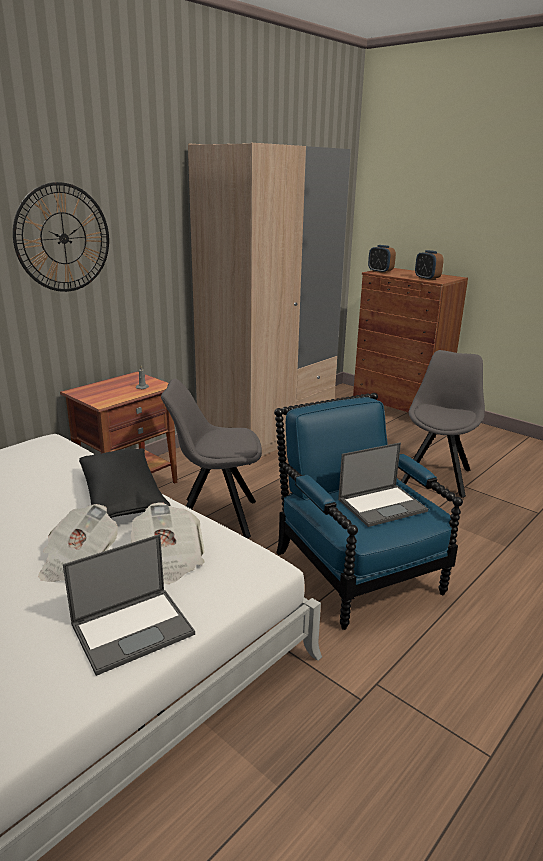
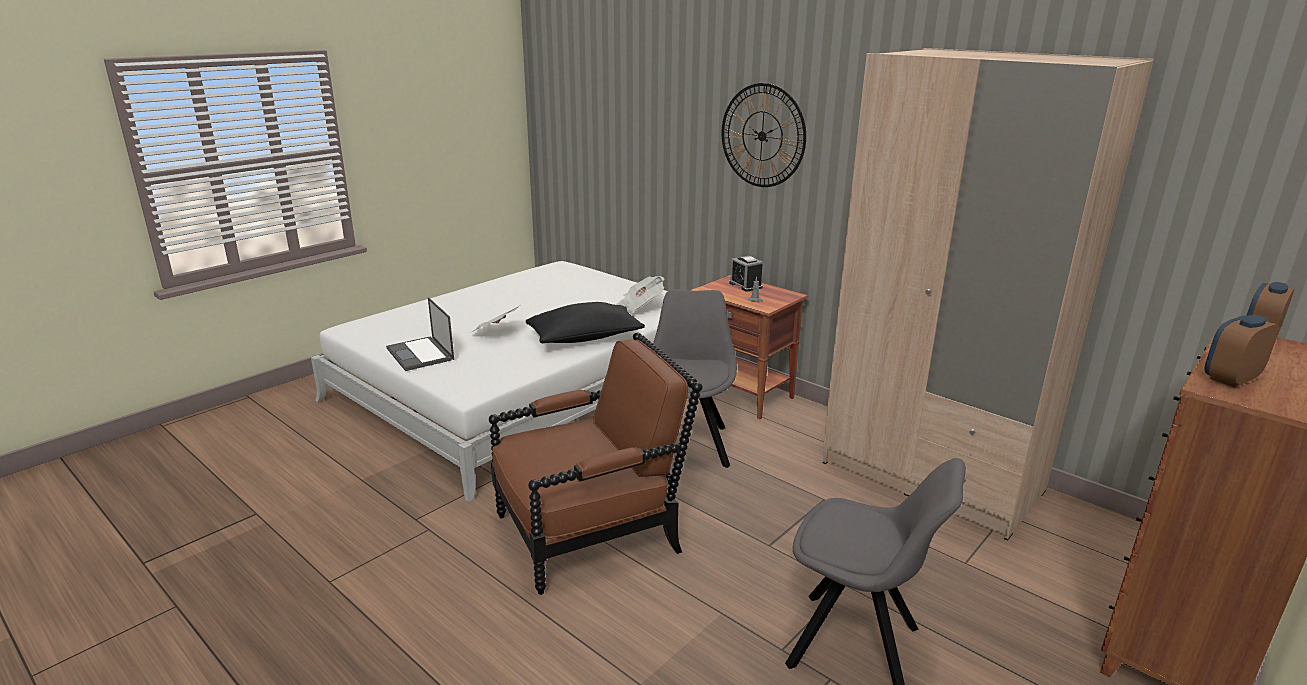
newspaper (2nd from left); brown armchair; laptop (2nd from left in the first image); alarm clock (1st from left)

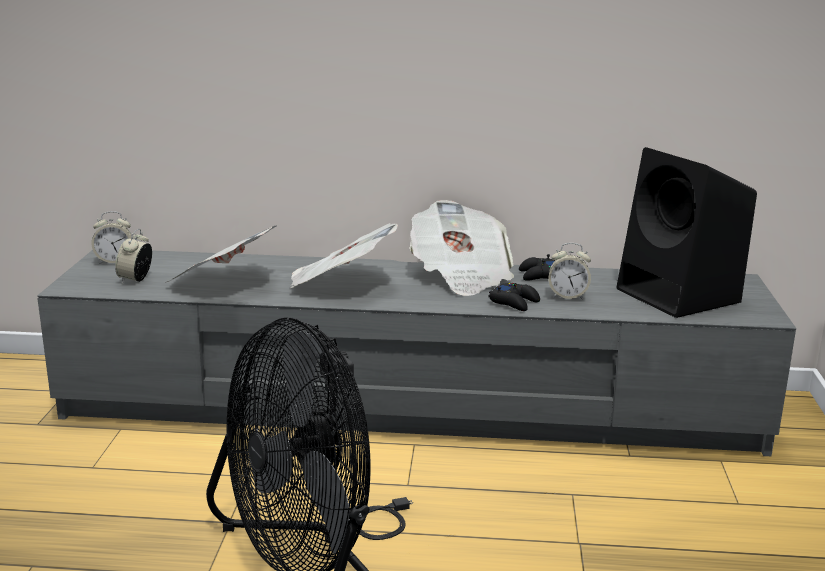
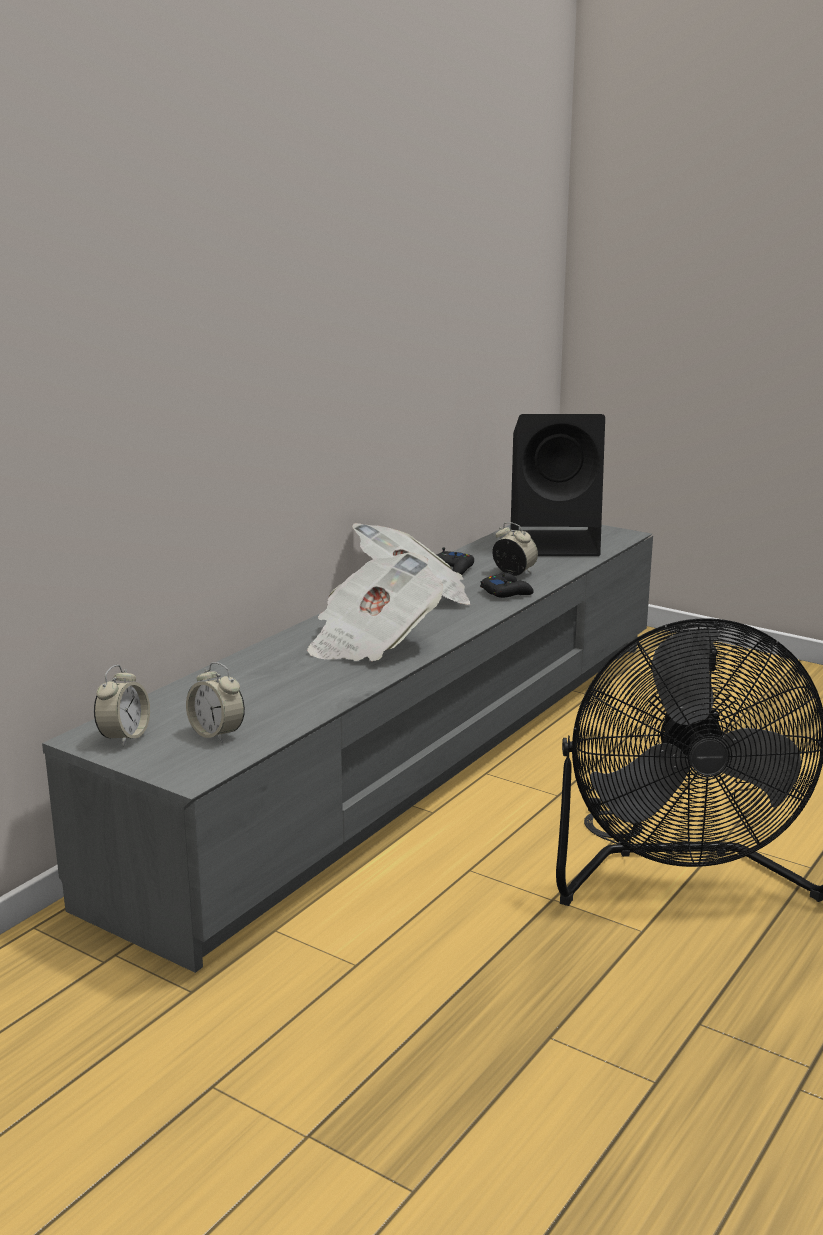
newspaper (1st from left in the first image); alarm clock (3rd from left)

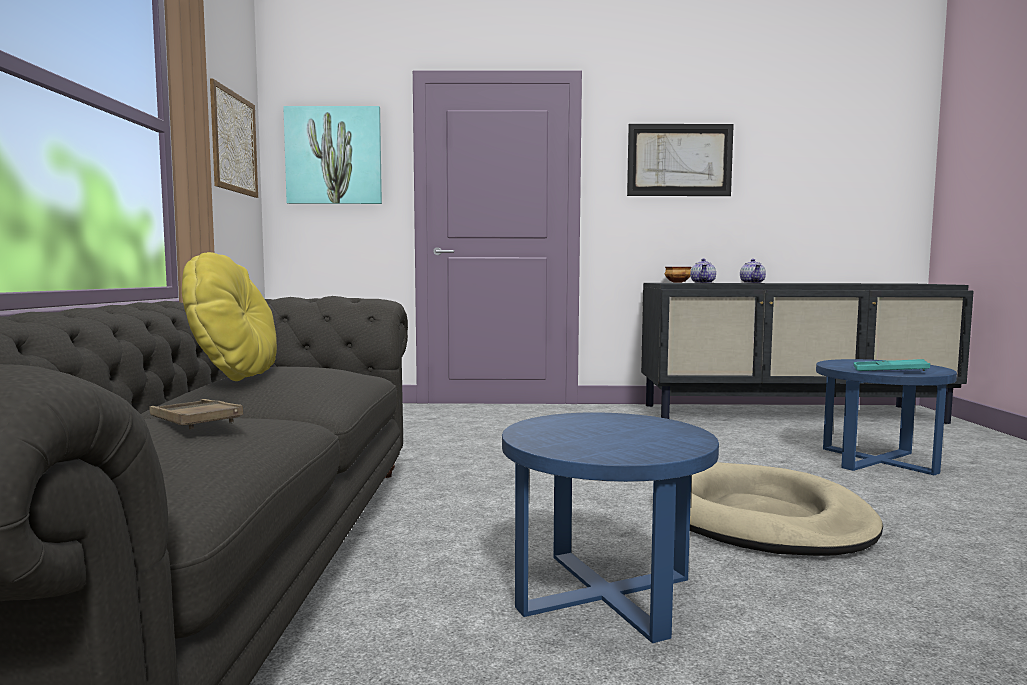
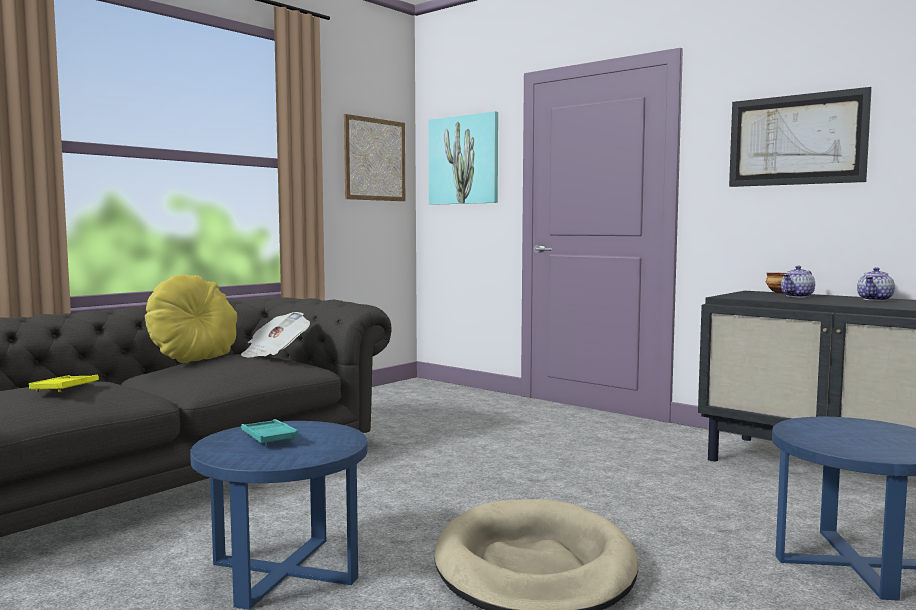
yellow tray; turquoise tray; newspaper

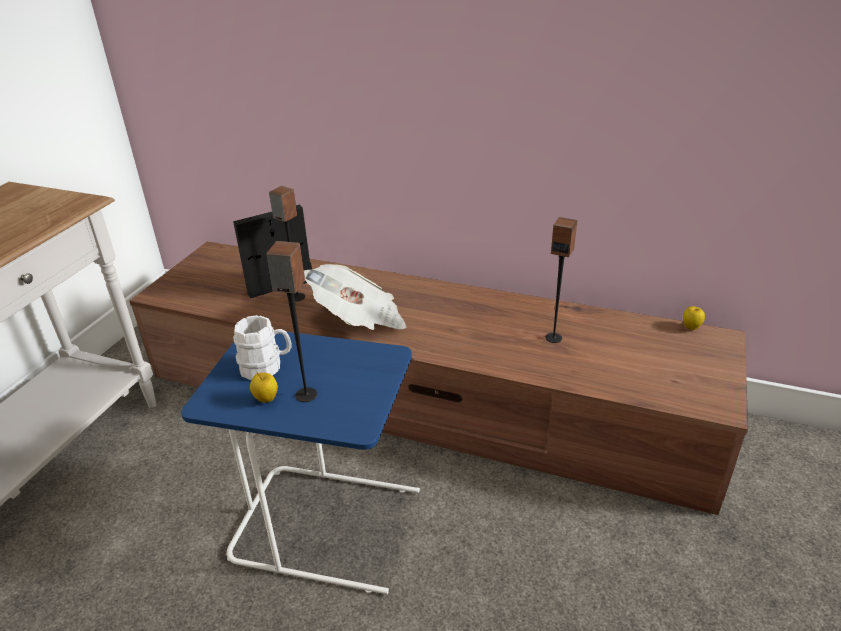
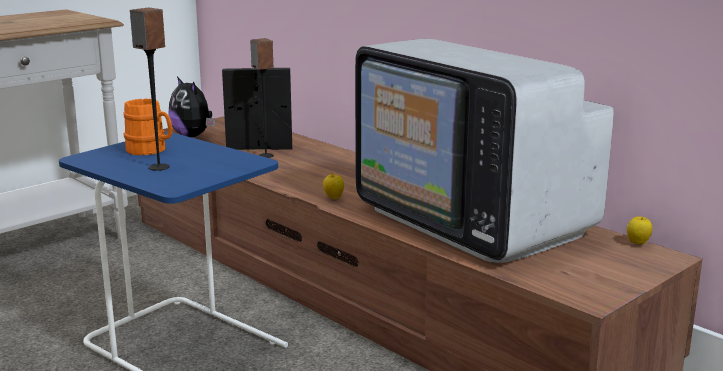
orange mug; apple (1st from left); newspaper; television; plush toy

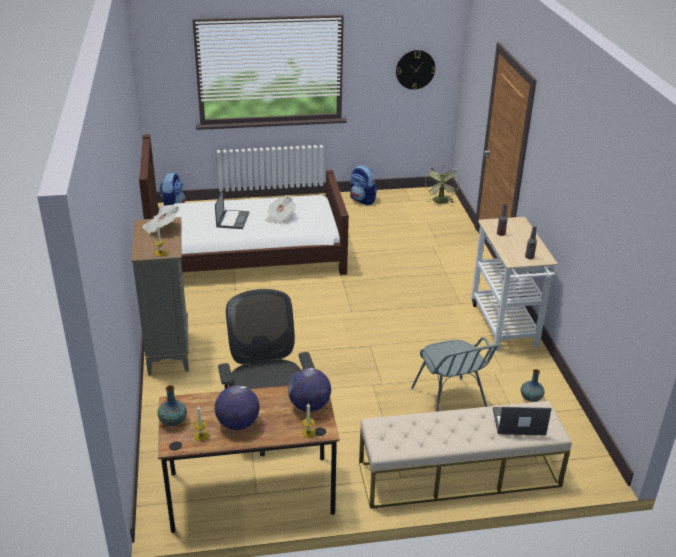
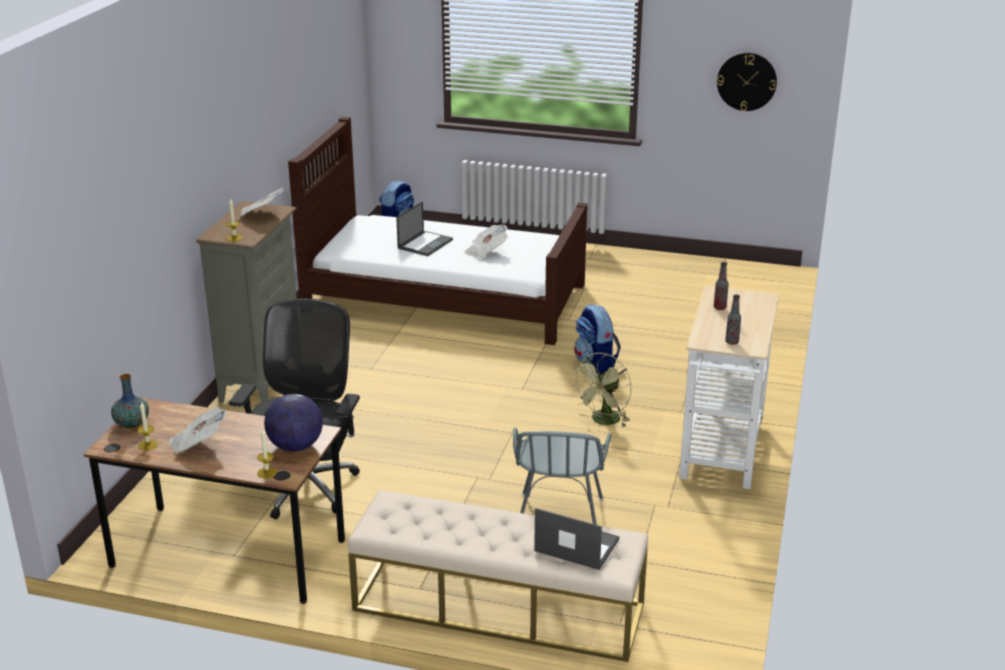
newspaper (1st from left); backpack (2nd from left); green fan; vase (2nd from left in the first image)

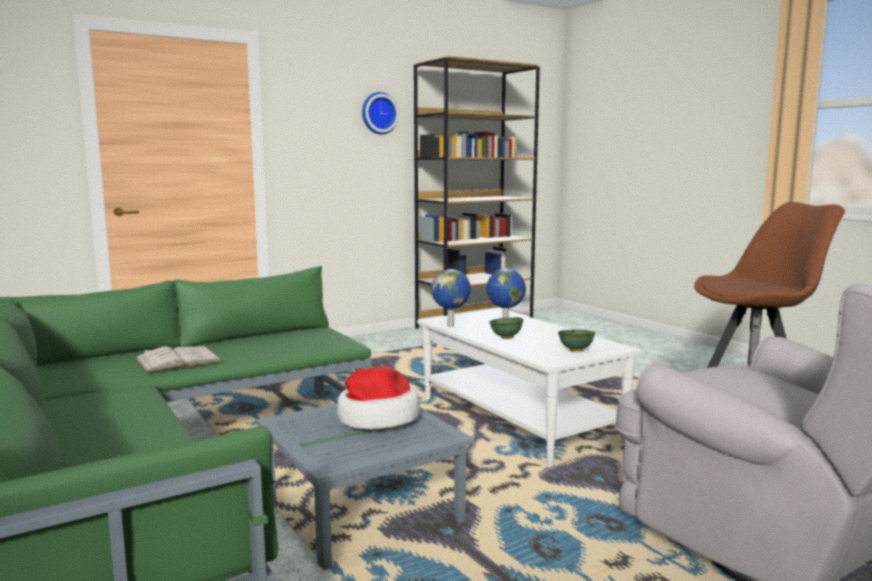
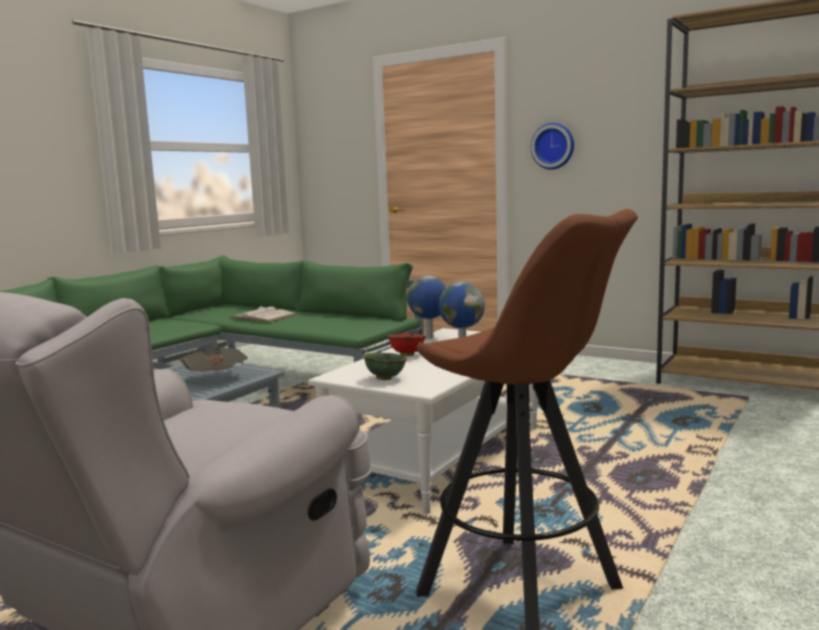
newspaper; wall clock; red bowl

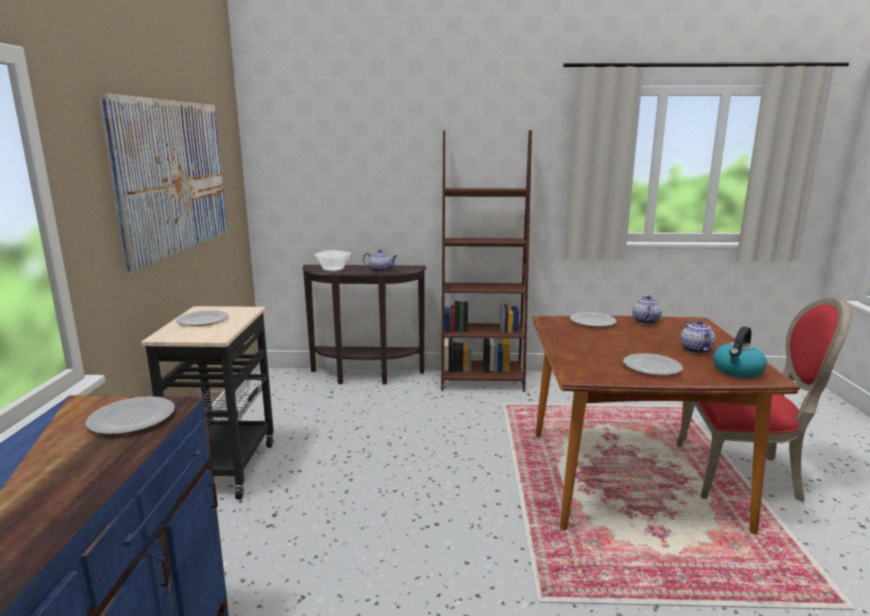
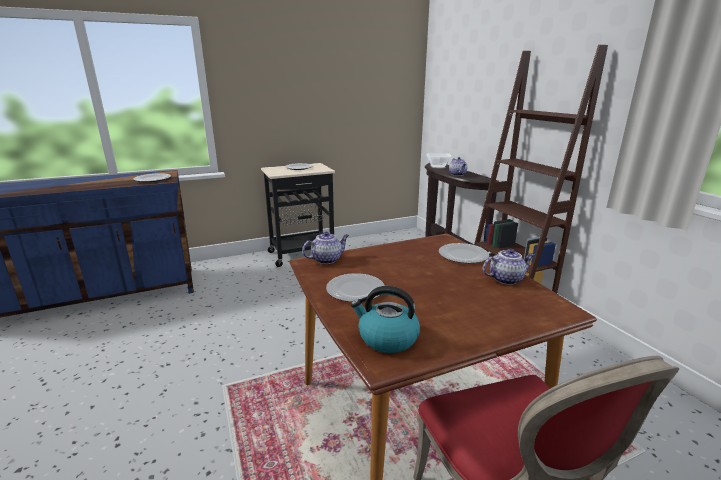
picture; teapot (1st from left)

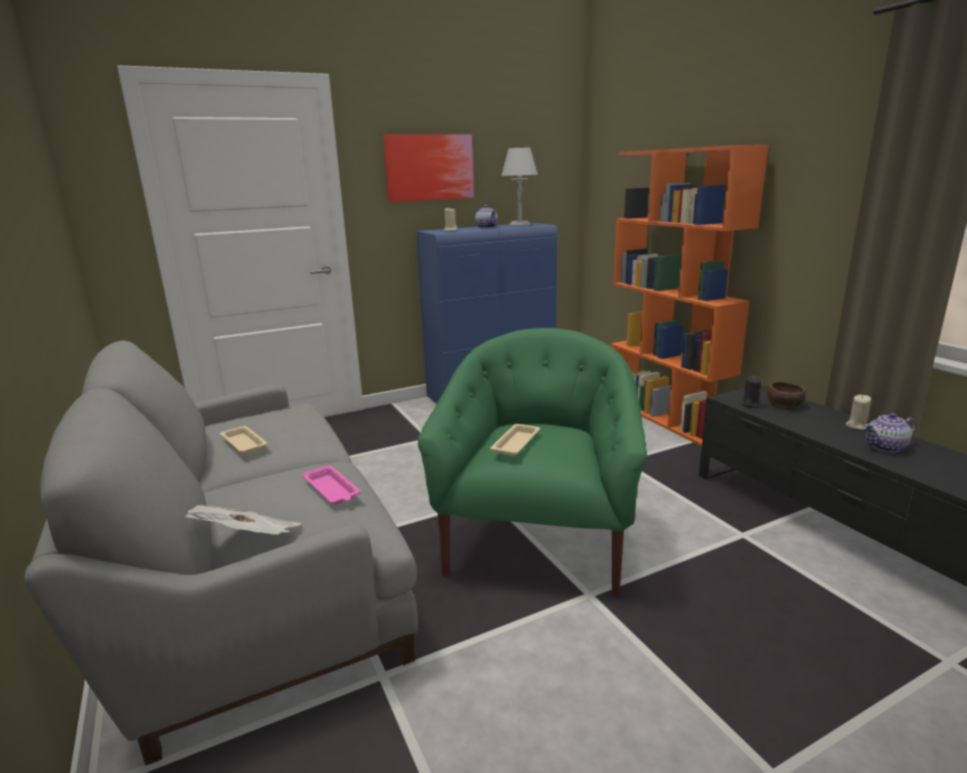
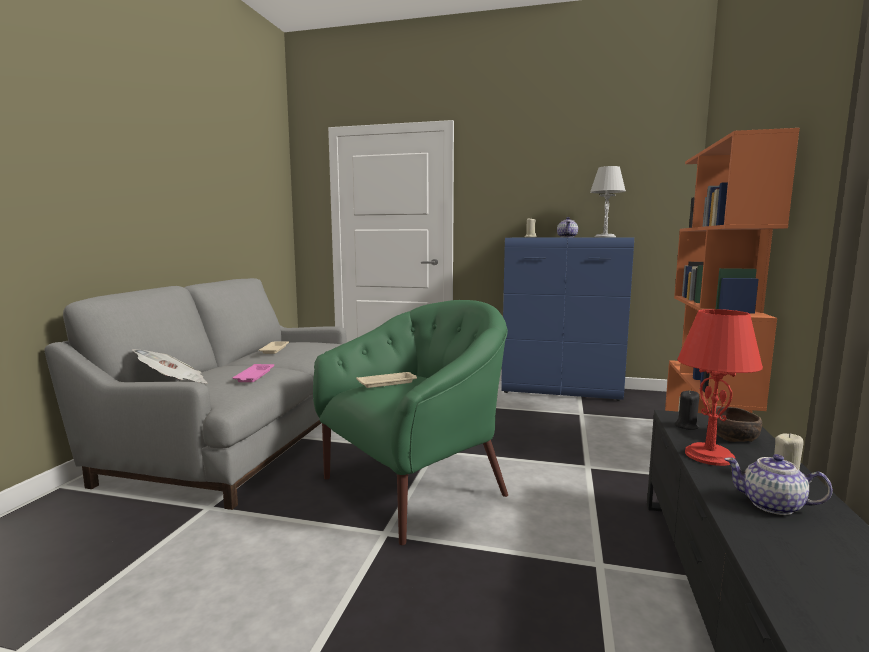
picture; red table lamp

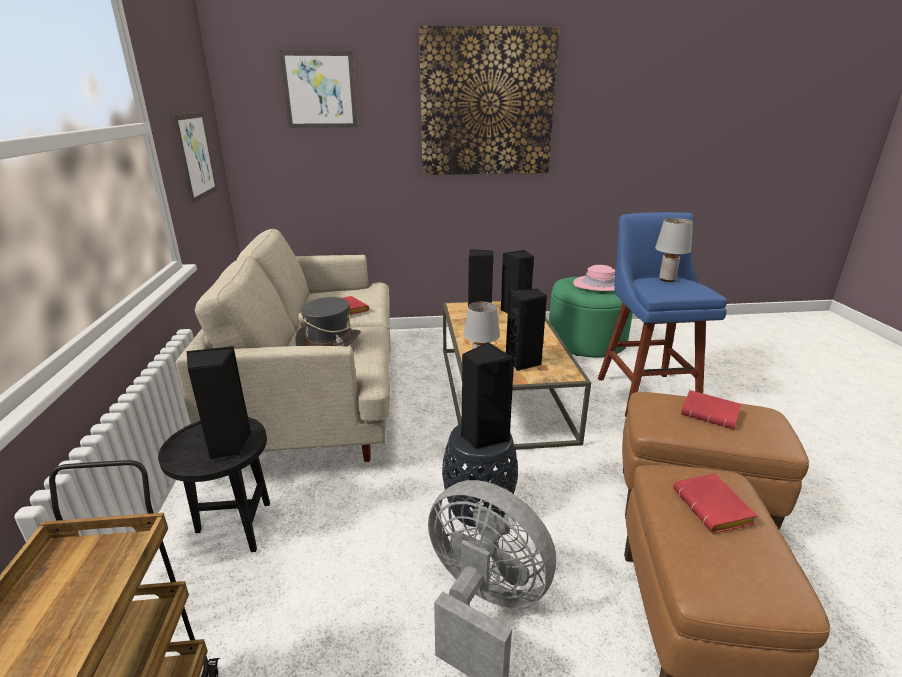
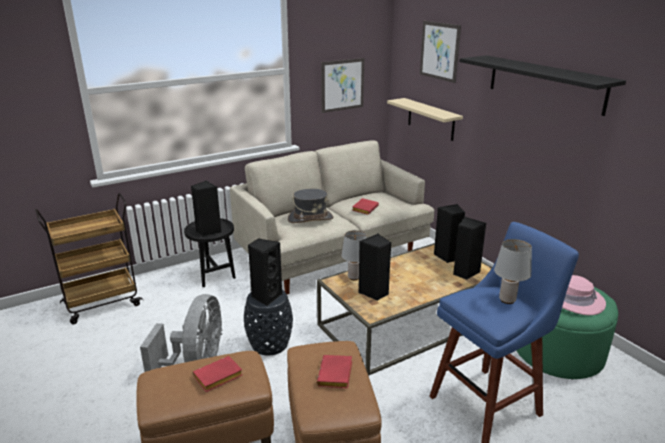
black shelf; beige shelf

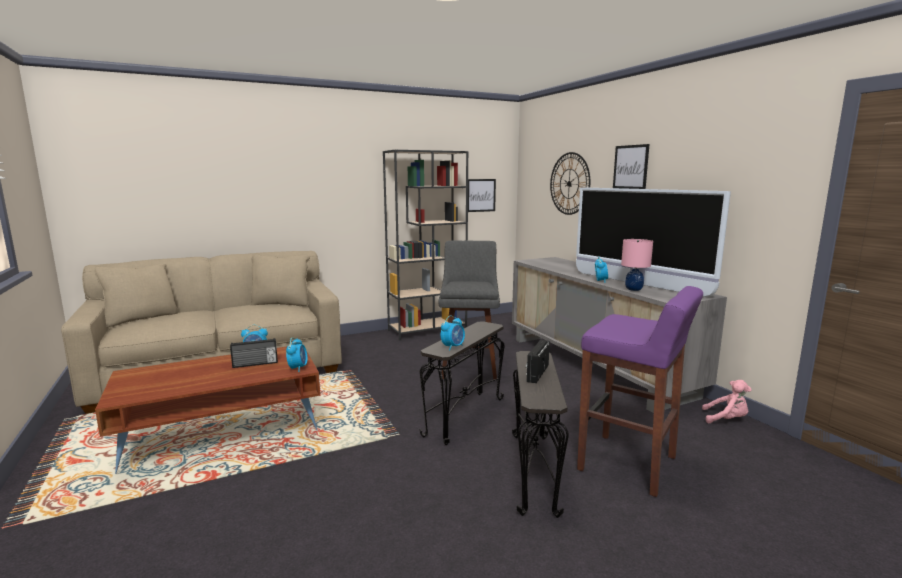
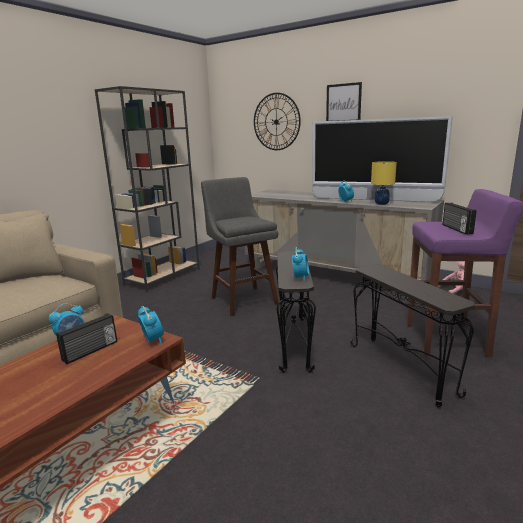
picture (1st from left in the first image); radio (2nd from left); yellow table lamp

